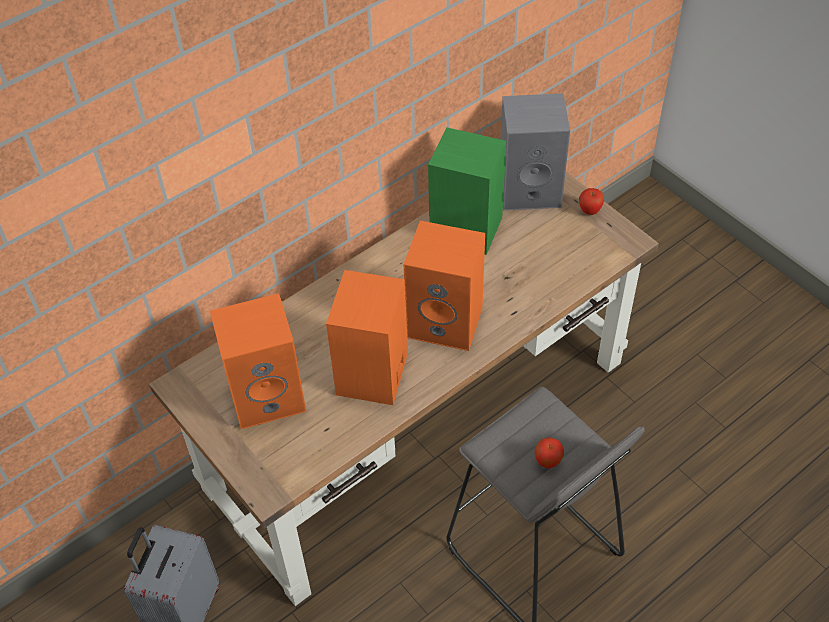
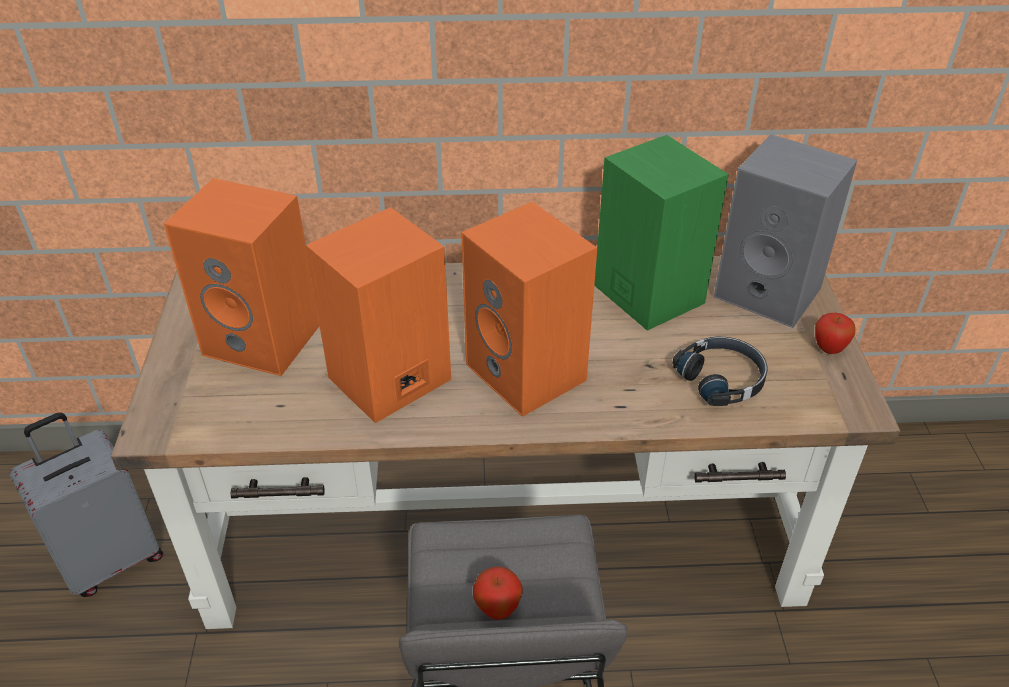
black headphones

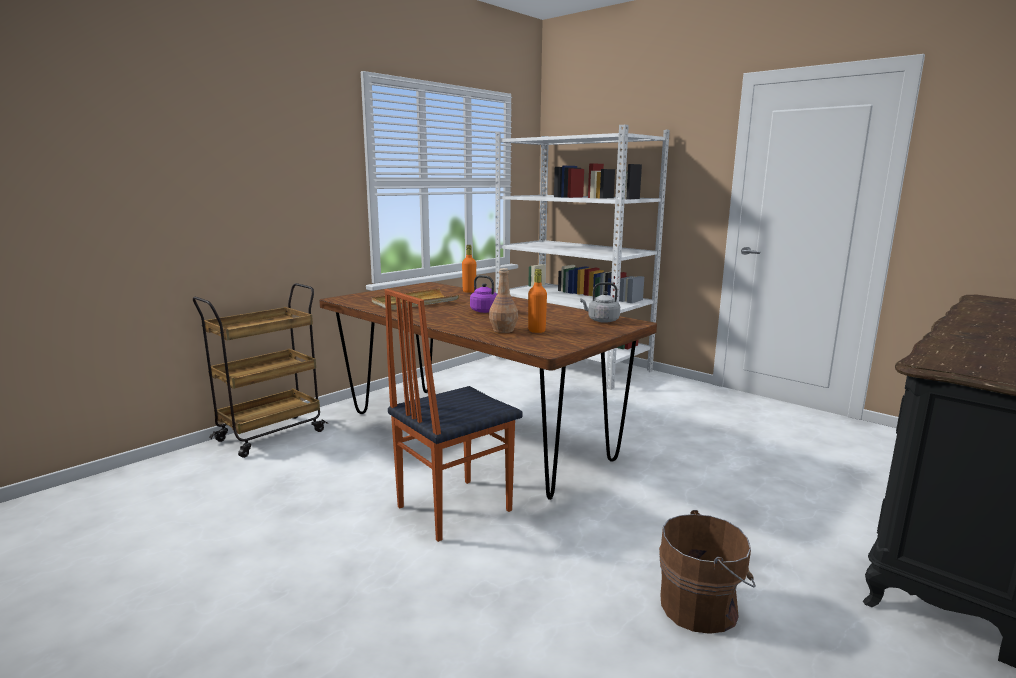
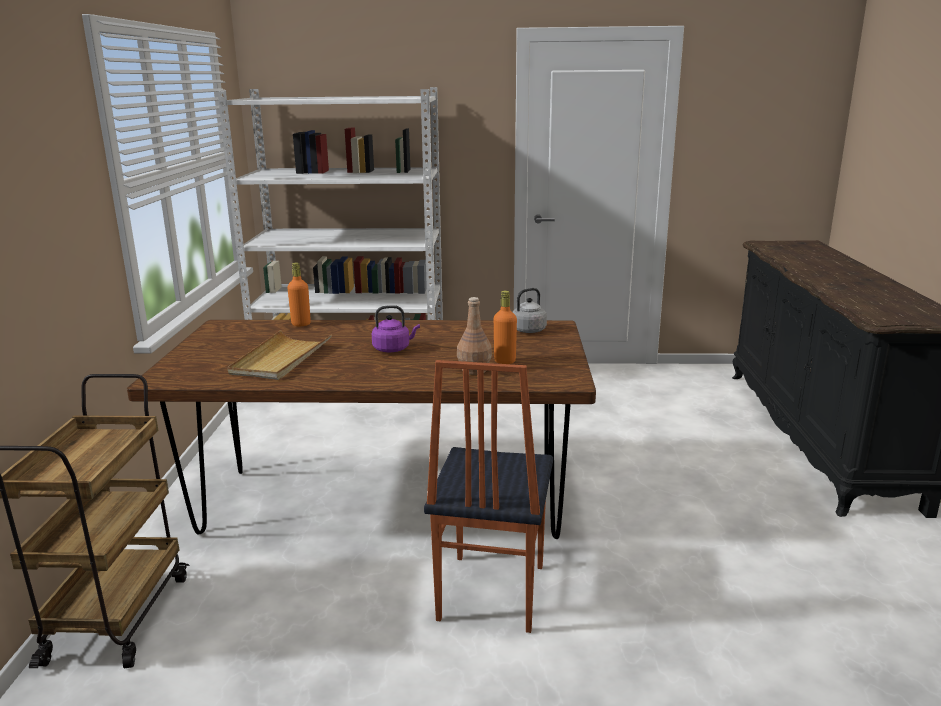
brown bucket

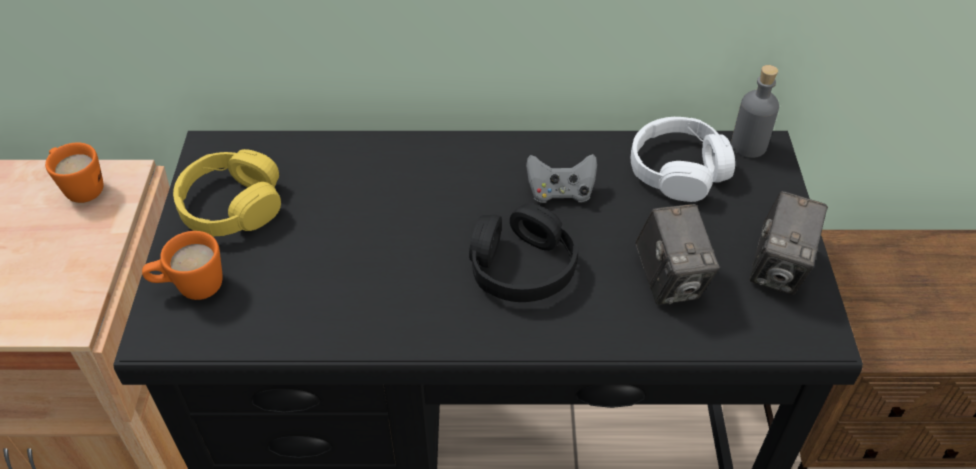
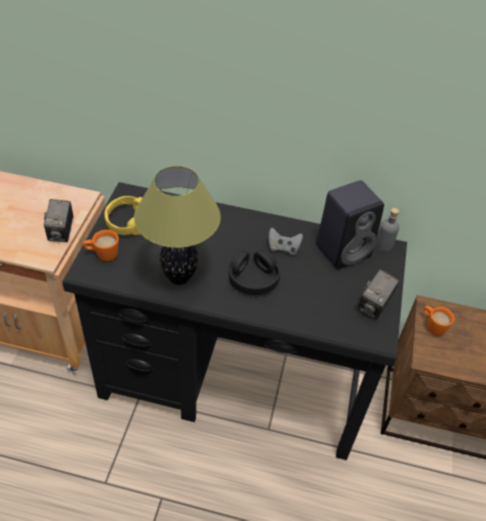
orange mug (2nd from left); black speaker; photo camera (1st from left); table lamp

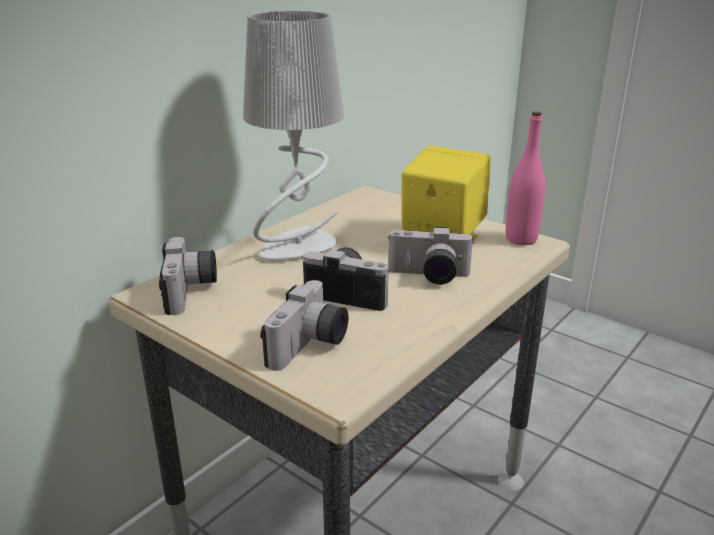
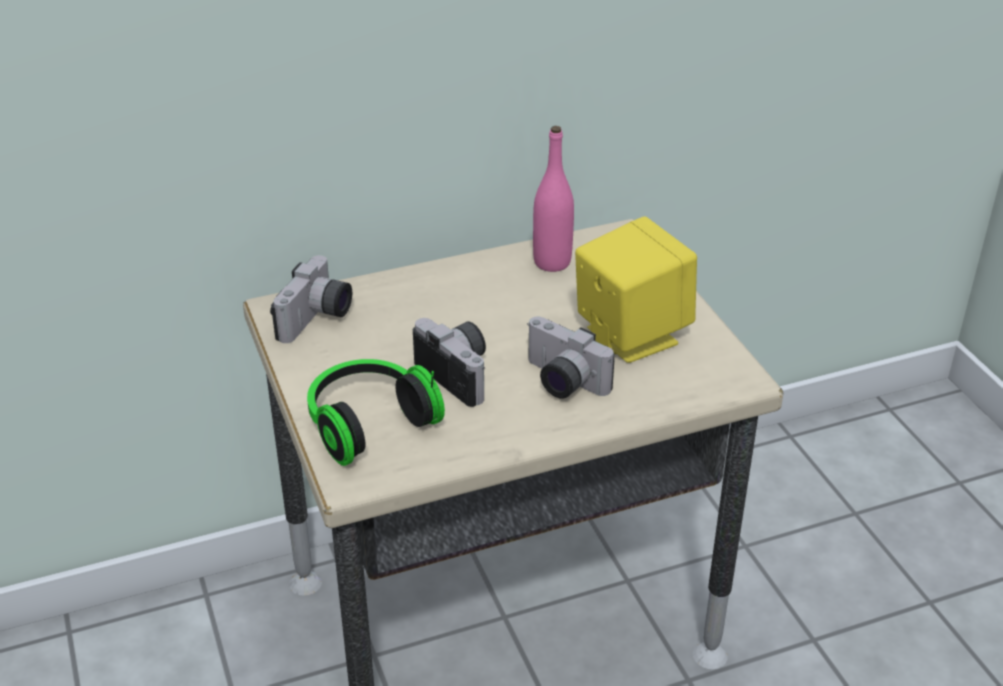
grey table lamp; headphones; pink bottle

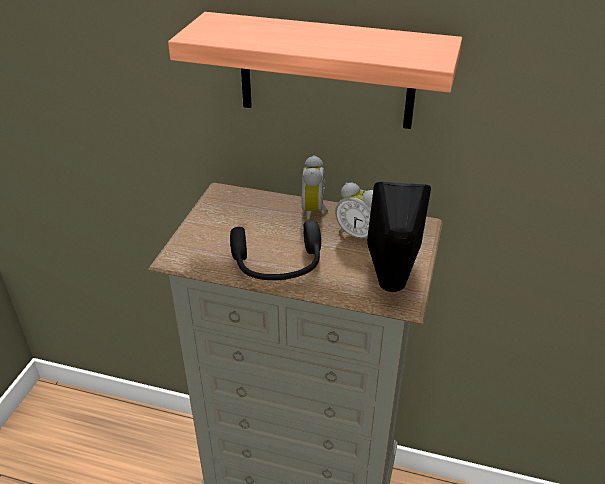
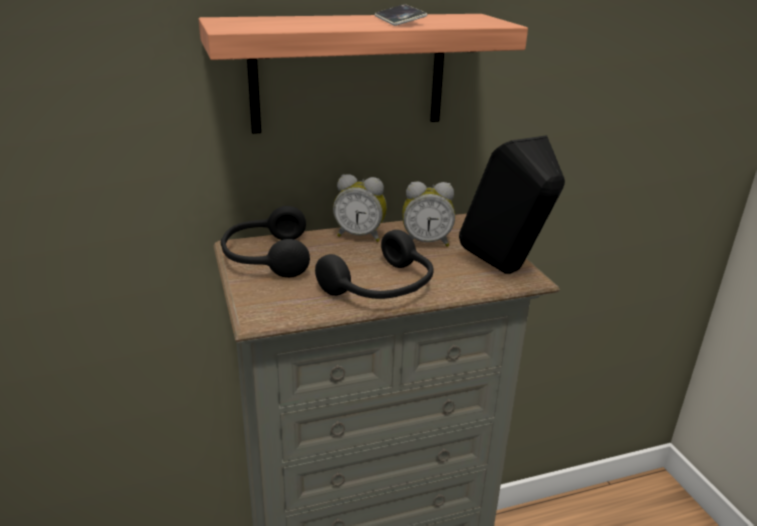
alarm clock (1st from left); black headphones (1st from left); phone

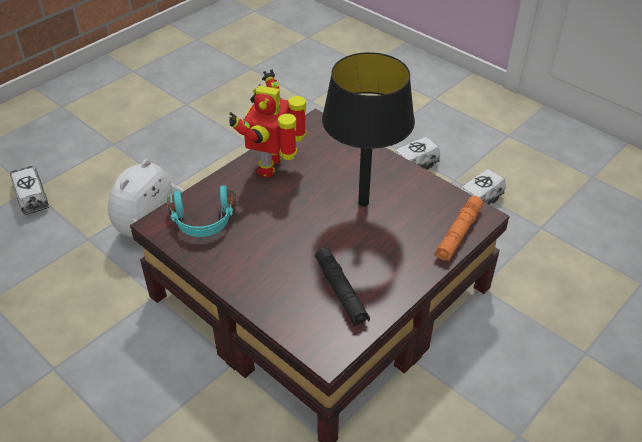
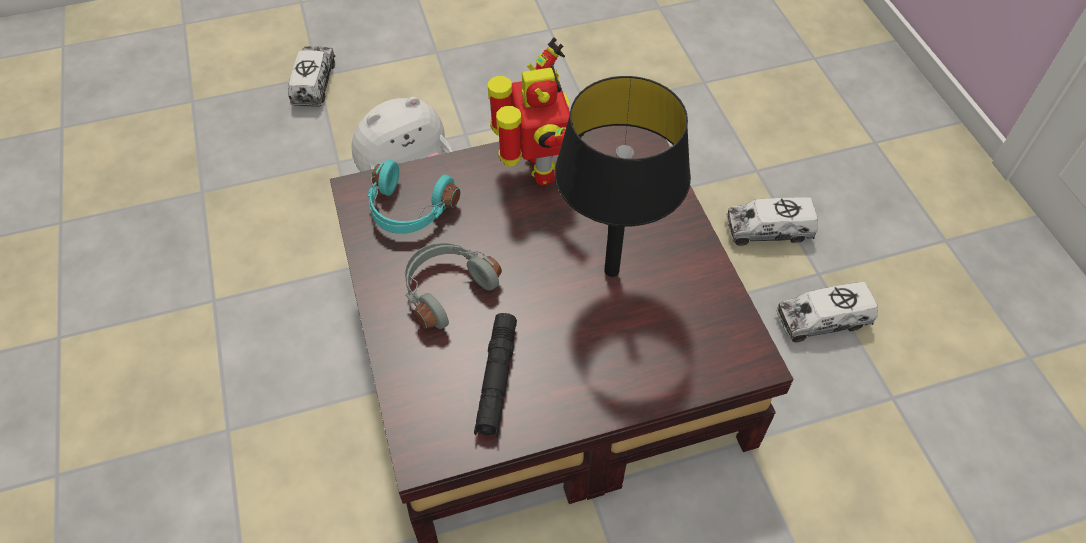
toy robot; orange flashlight; grey headphones

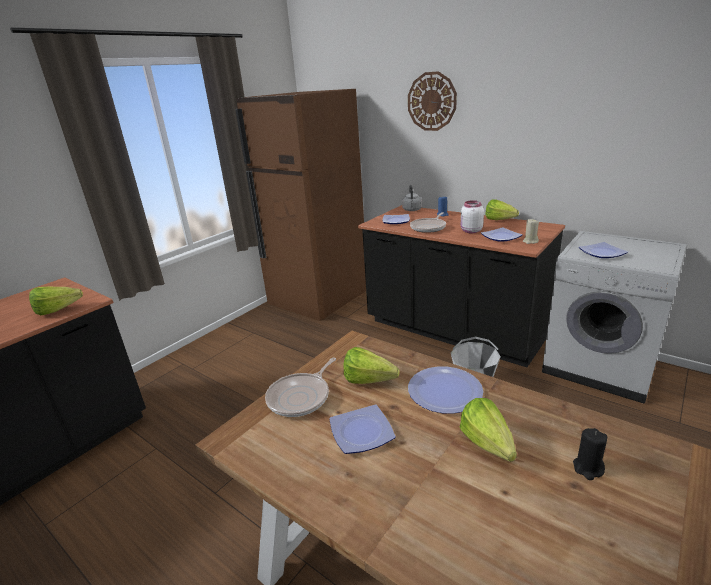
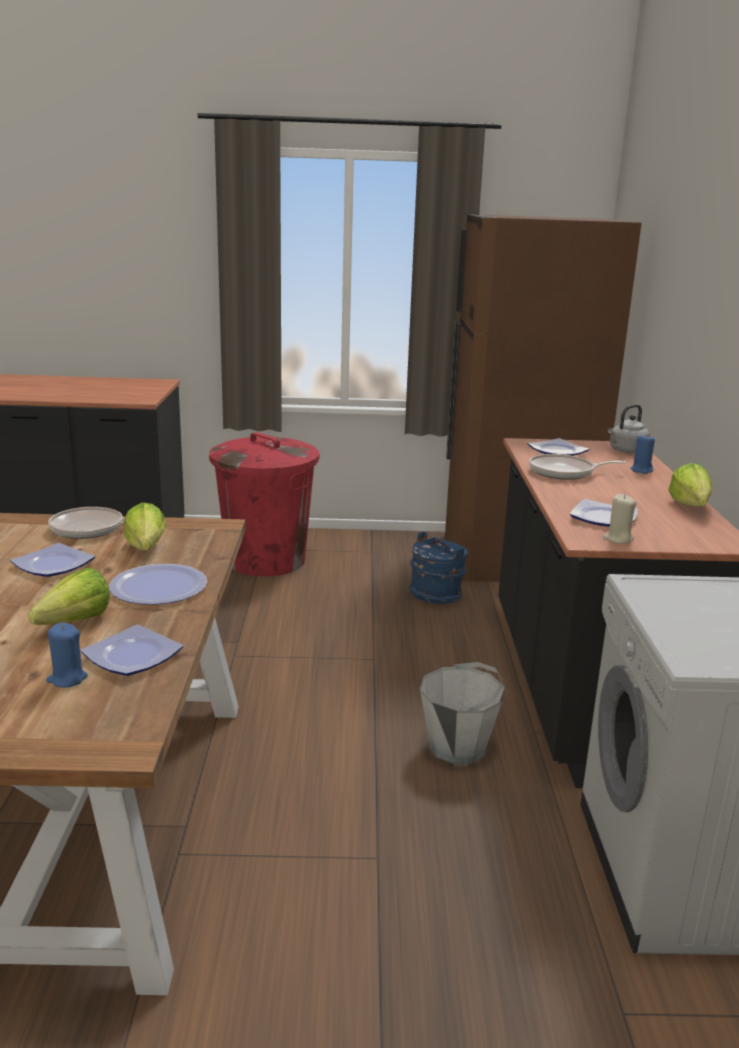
lettuce (1st from left in the first image); wall clock; white jar; blue candle (1st from left); plate (2nd from left); red trash can; blue bucket

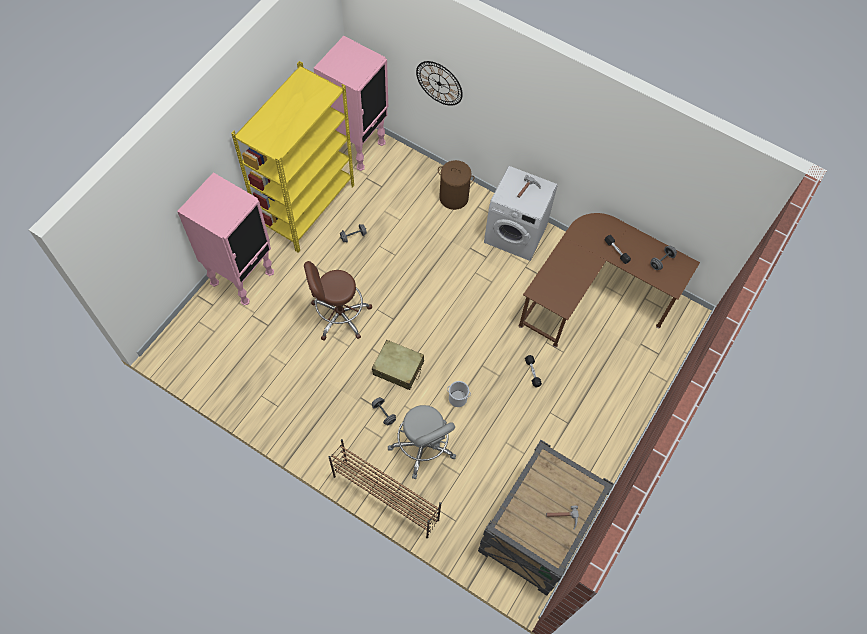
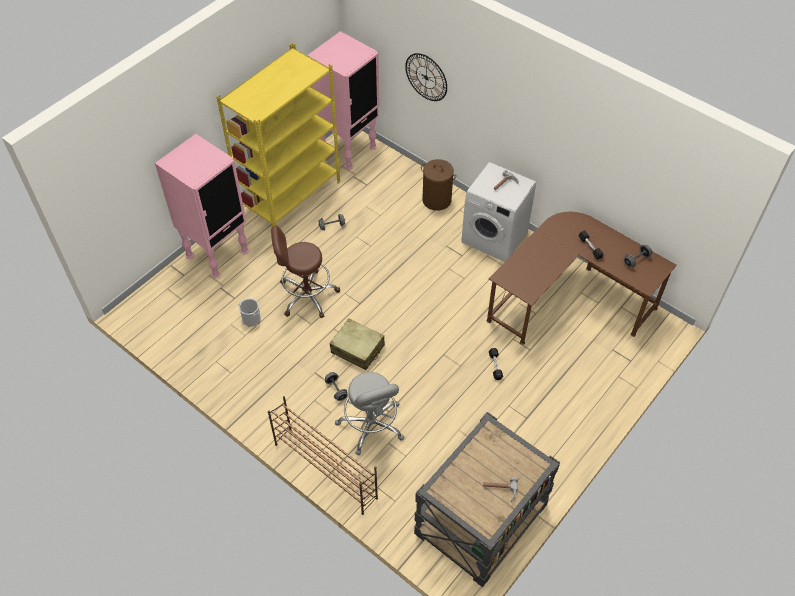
bucket

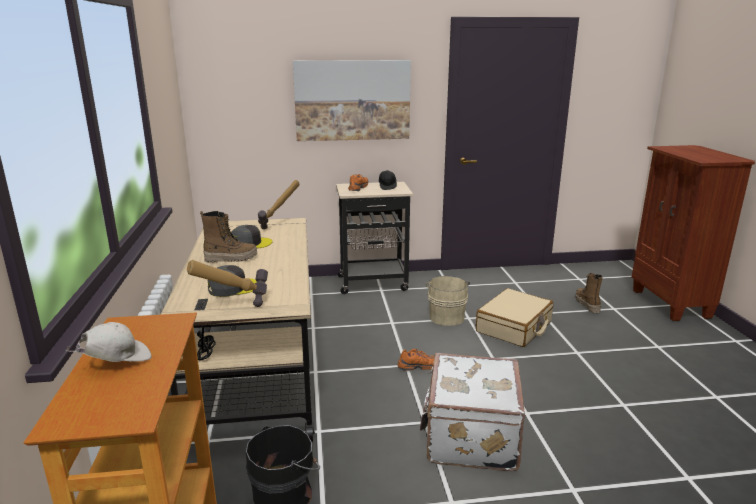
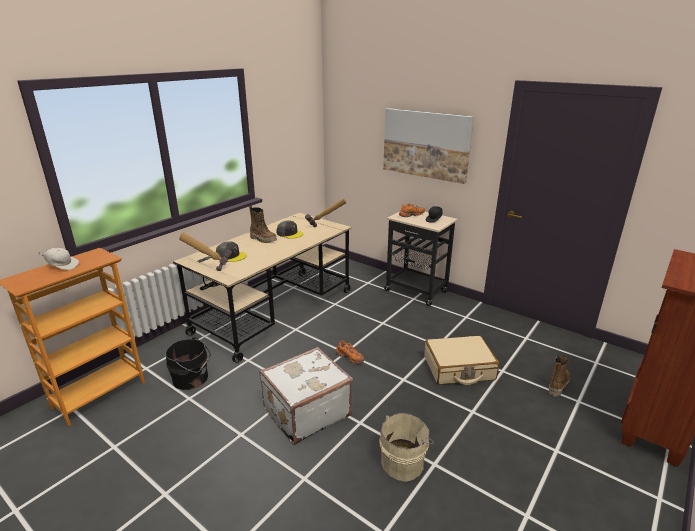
beige bucket

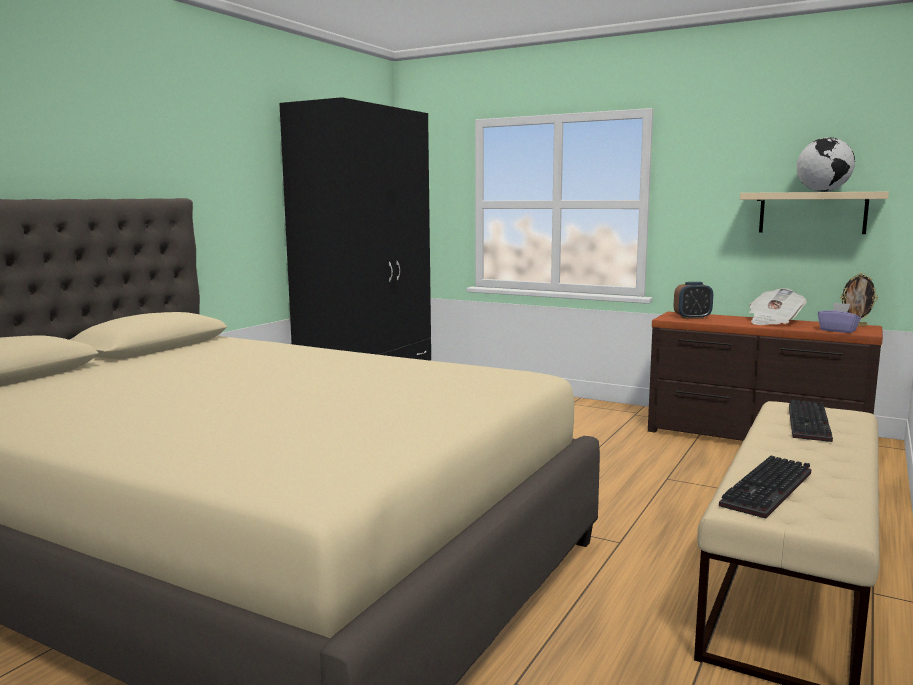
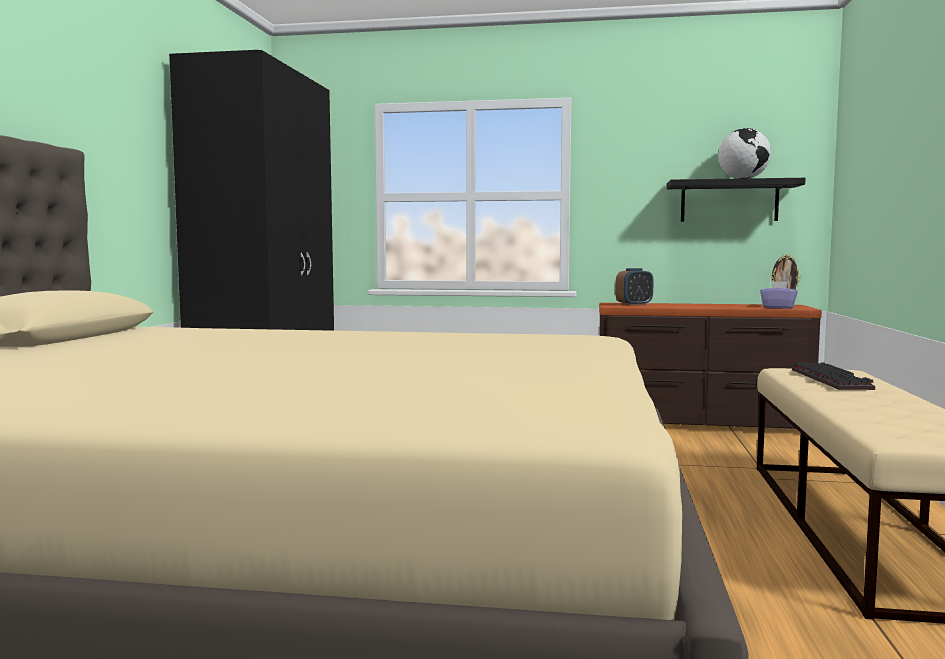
keyboard (1st from left in the first image); black shelf; newspaper

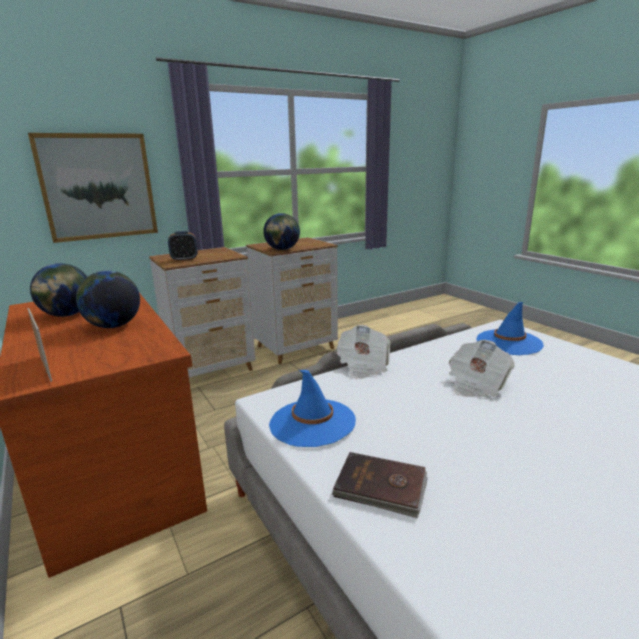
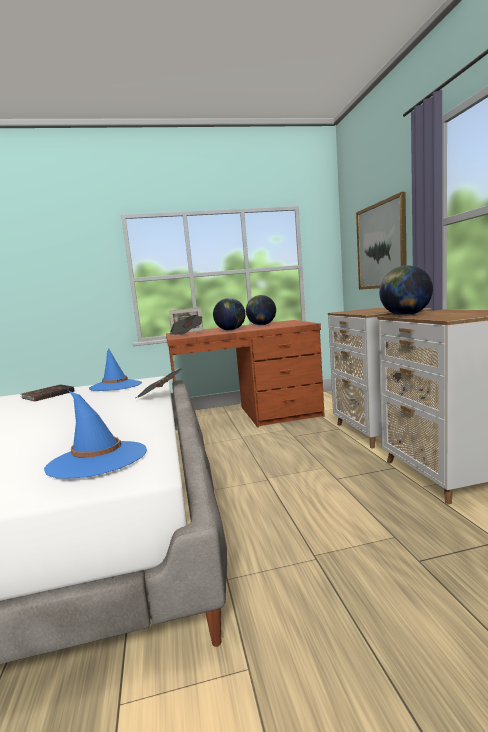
alarm clock; newspaper (2nd from left)

